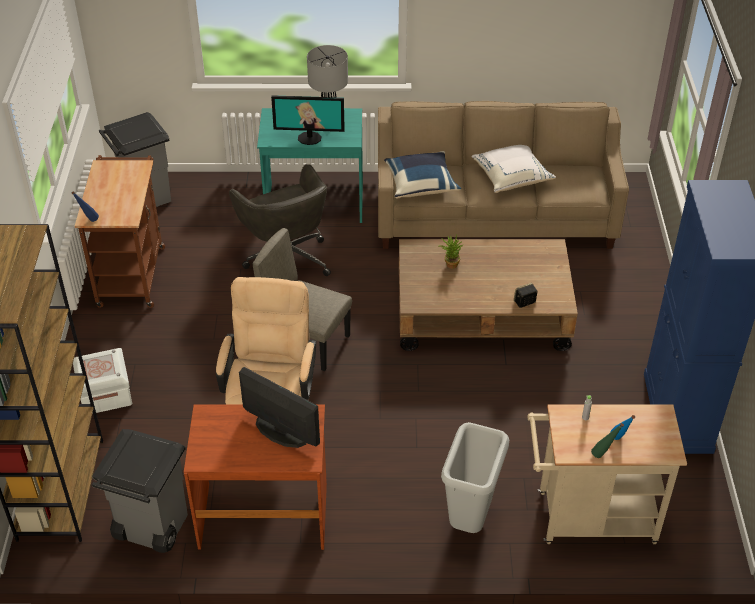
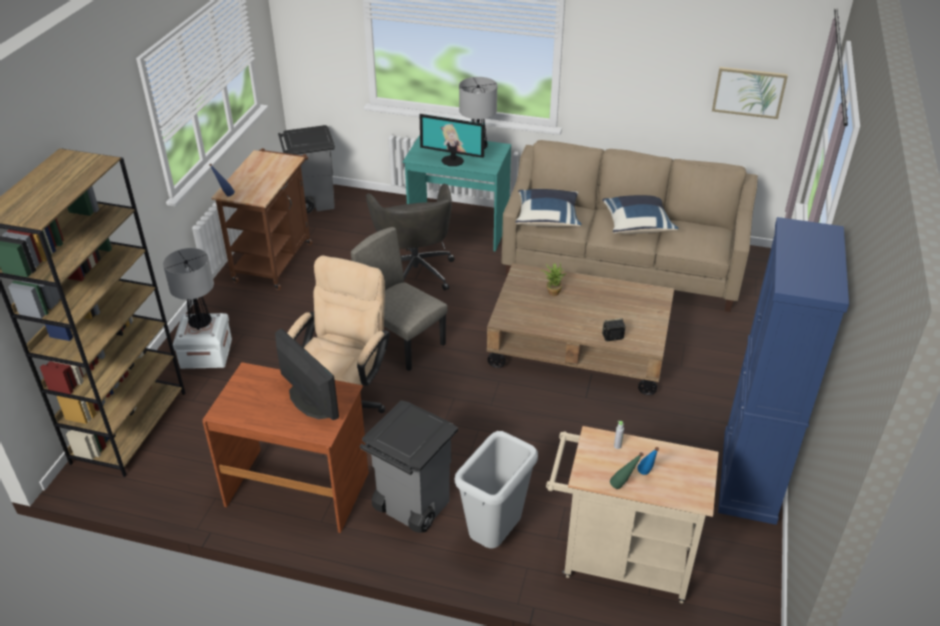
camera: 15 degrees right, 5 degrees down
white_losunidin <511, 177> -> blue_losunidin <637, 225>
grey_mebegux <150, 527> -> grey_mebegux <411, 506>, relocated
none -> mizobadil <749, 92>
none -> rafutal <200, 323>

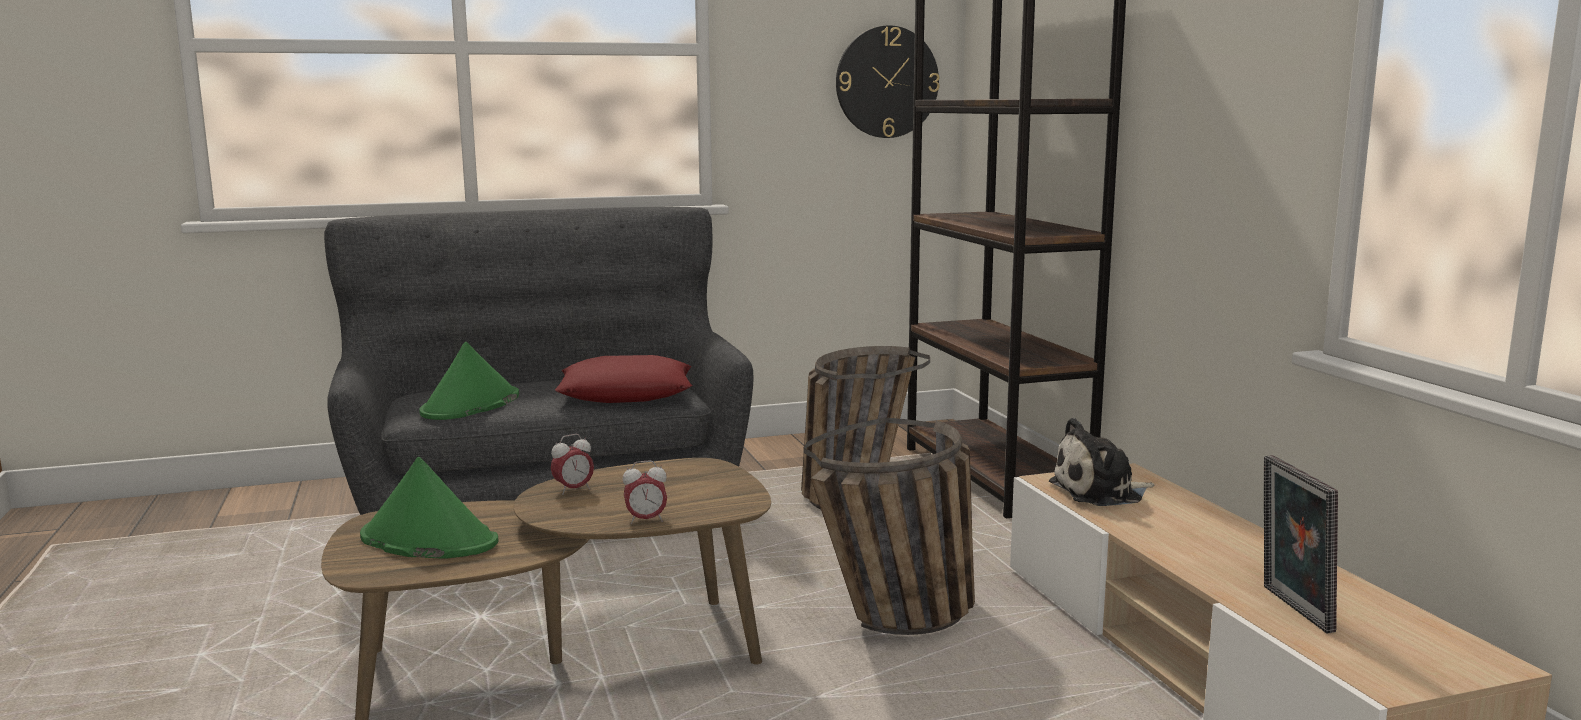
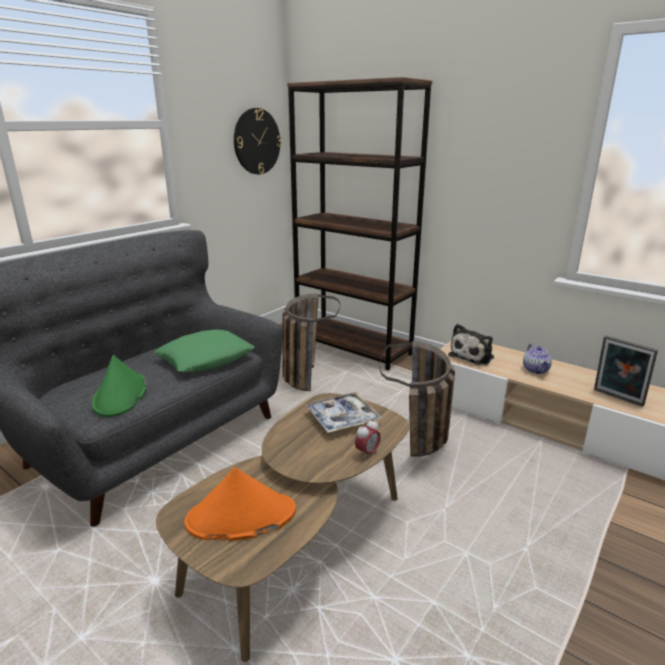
camera: 35 degrees left, 10 degrees up
red_losunidin <626, 393> -> green_losunidin <206, 358>
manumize <573, 490> -> none
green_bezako <428, 540> -> orange_bezako <240, 517>
none -> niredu <536, 370>
none -> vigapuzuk <342, 418>

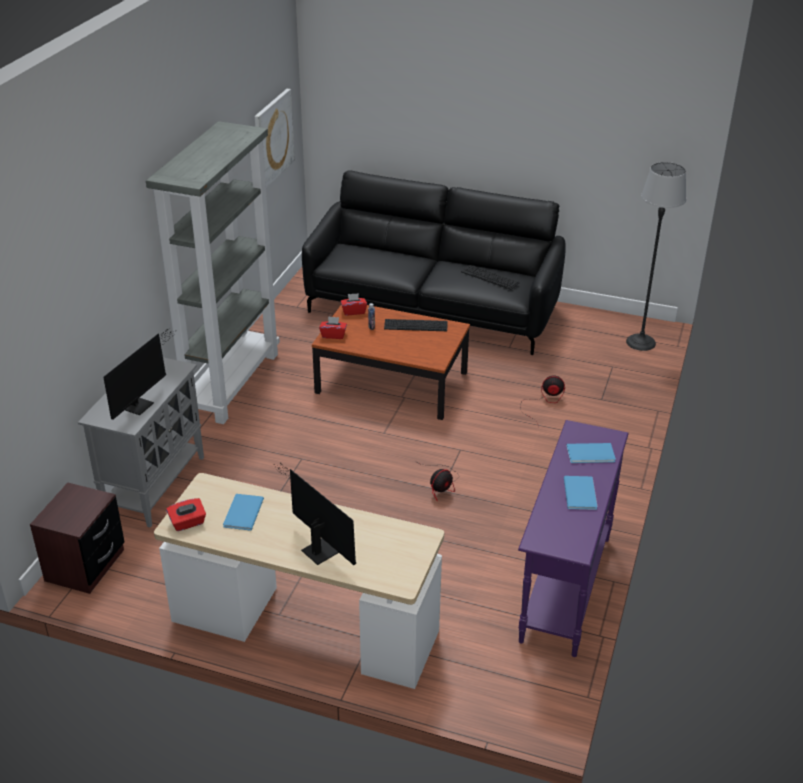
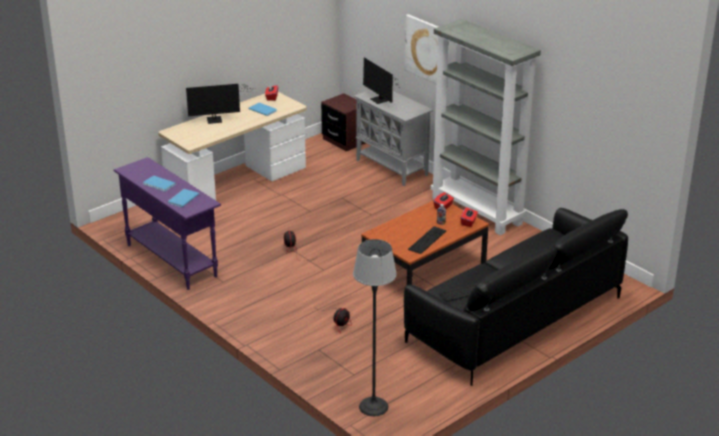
camera: 120 degrees right, 5 degrees down
mizobadil <273, 138> -> mizobadil <428, 50>, relocated

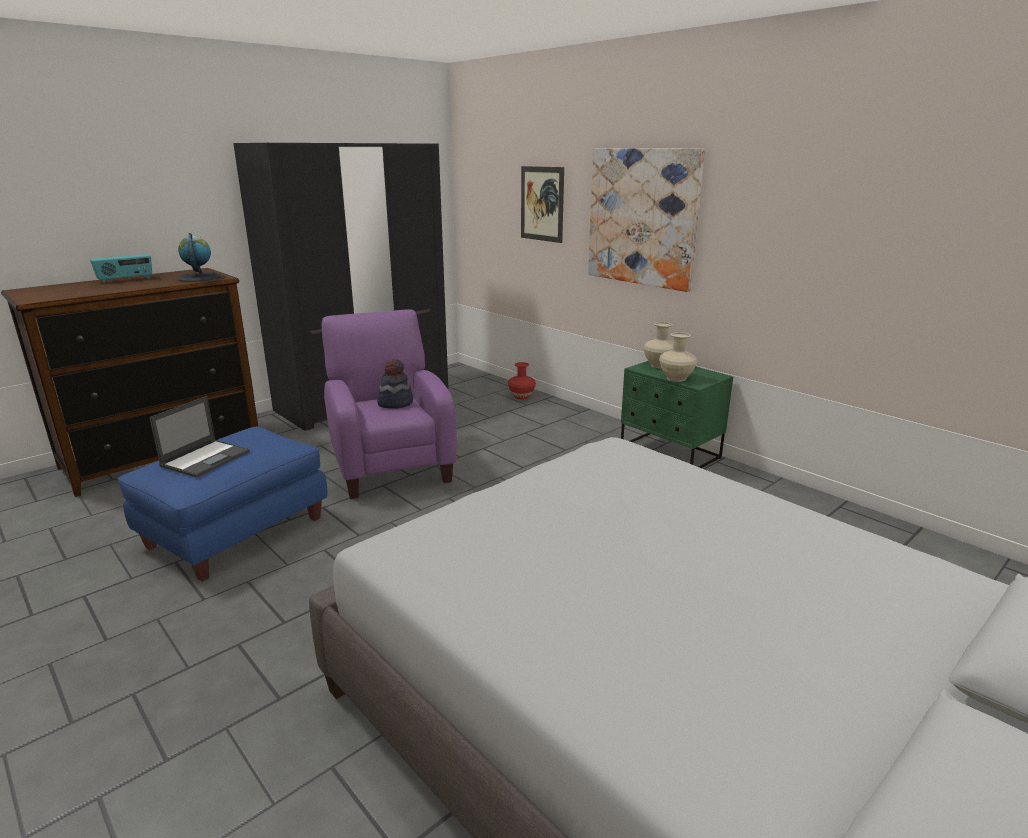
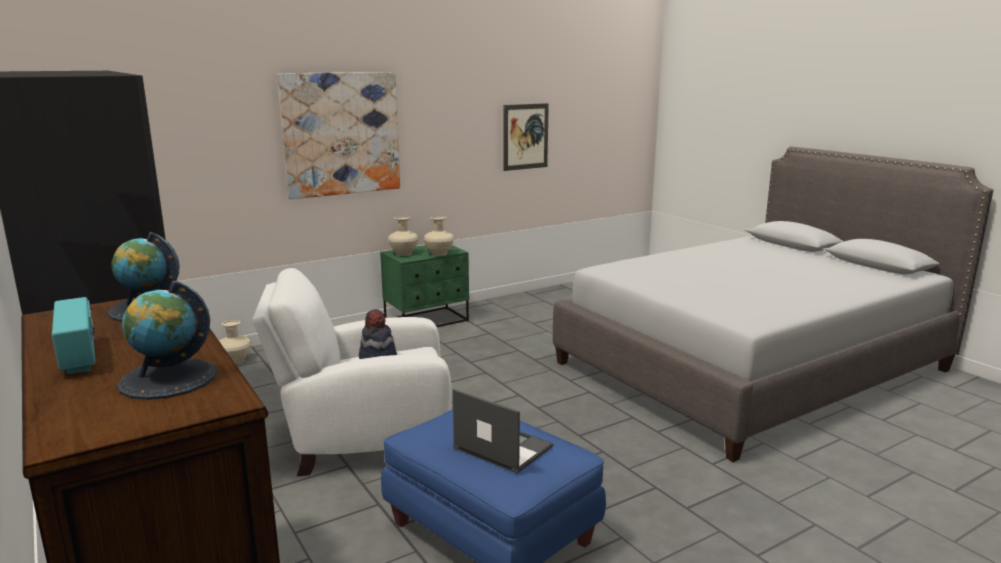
camera: 80 degrees left, 5 degrees down
mizobadil <542, 204> -> mizobadil <525, 136>, relocated
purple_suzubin <390, 463> -> white_suzubin <363, 439>
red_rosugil <522, 396> -> beige_rosugil <235, 361>
none -> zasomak <168, 379>

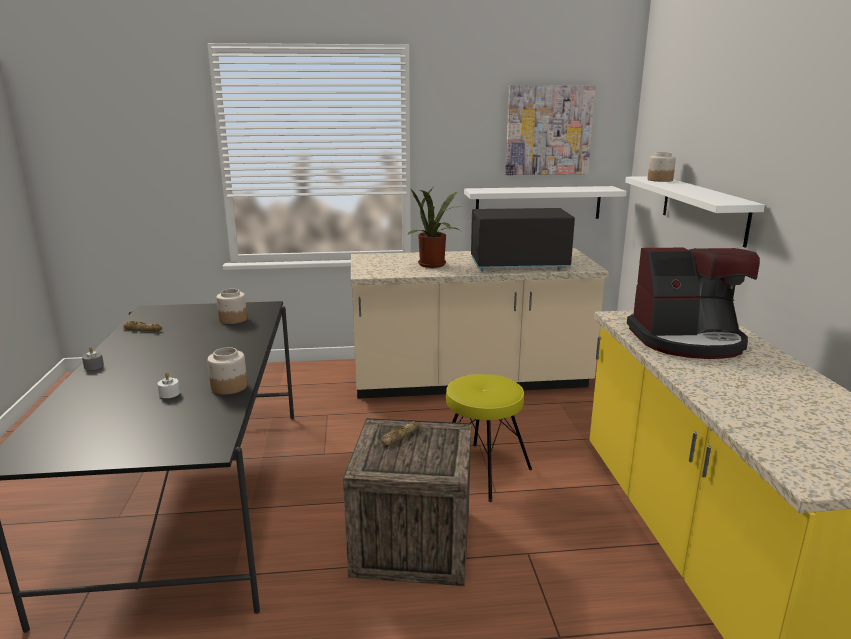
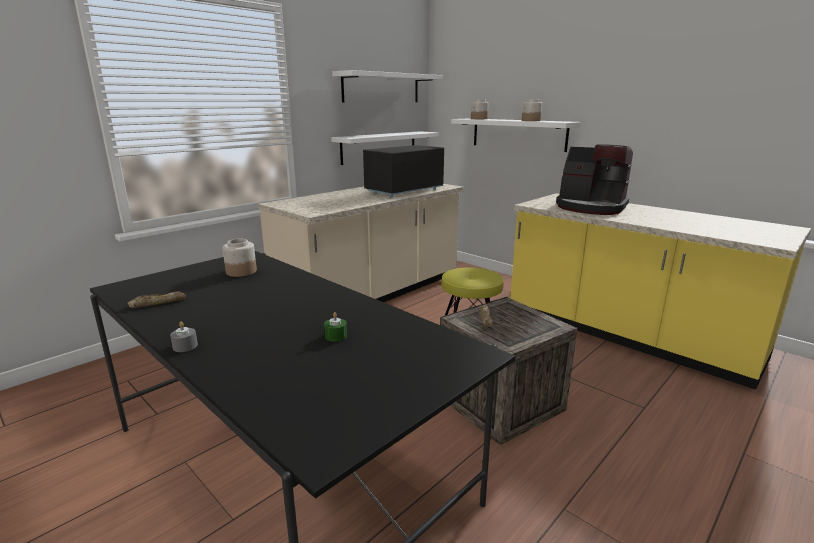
camera: 40 degrees left, 0 degrees up
mizobadil <548, 130> -> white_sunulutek <381, 88>
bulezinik <434, 265> -> none
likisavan <687, 340> -> likisavan <590, 207>, 75 degrees clockwise
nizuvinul <228, 387> -> nizuvinul <530, 120>, relocated
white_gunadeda <169, 393> -> green_gunadeda <336, 336>

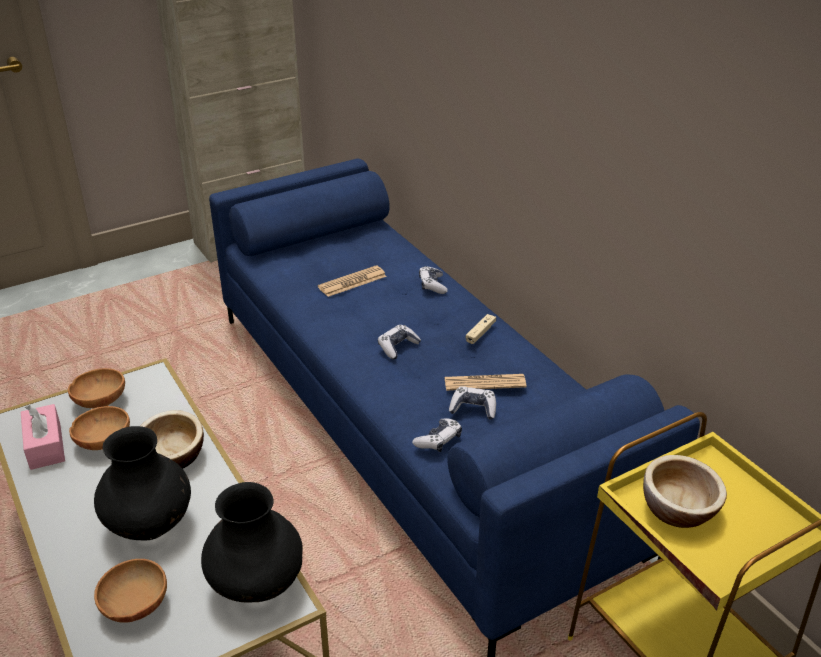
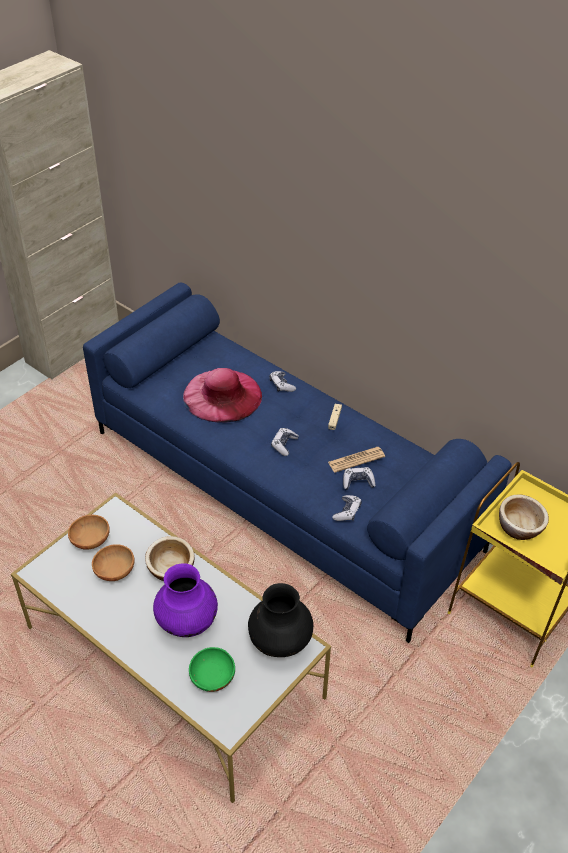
camera: 20 degrees left, 10 degrees up
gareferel <352, 282> -> pink_bezako <222, 395>
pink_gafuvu <45, 446> -> none
black_rosugil <150, 525> -> purple_rosugil <187, 622>
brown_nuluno <134, 606> -> green_nuluno <211, 678>

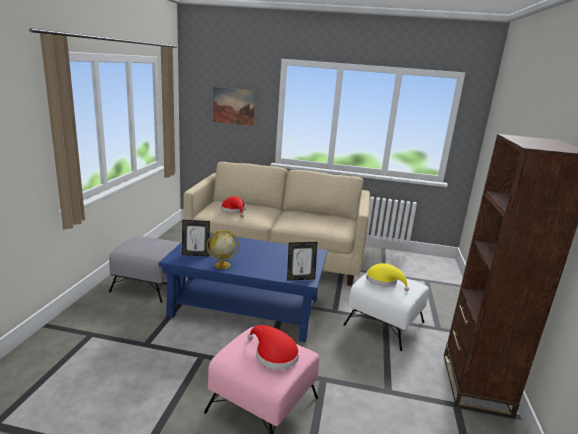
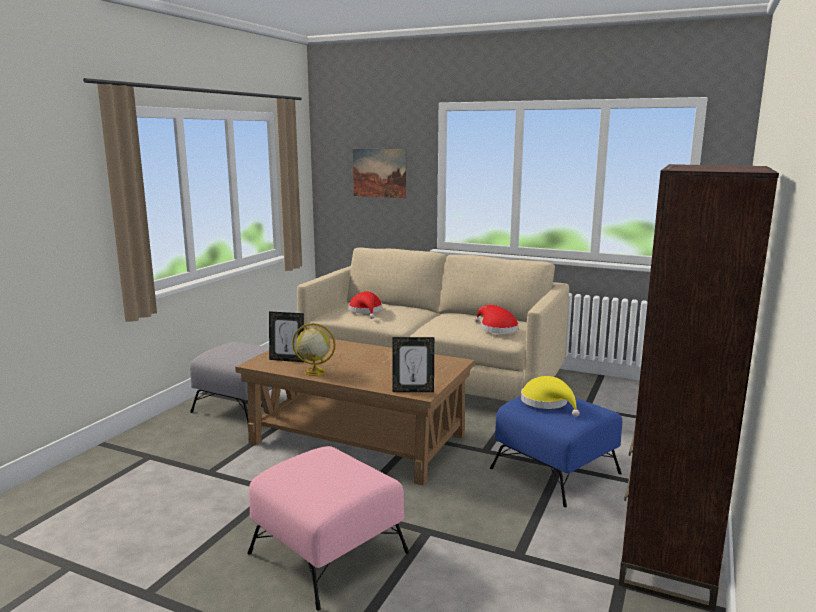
camera: 15 degrees right, 5 degrees down
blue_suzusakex <246, 307> -> brown_suzusakex <359, 439>
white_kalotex <384, 324> -> blue_kalotex <555, 471>
red_bezako <273, 354> -> red_bezako <496, 329>, relocated

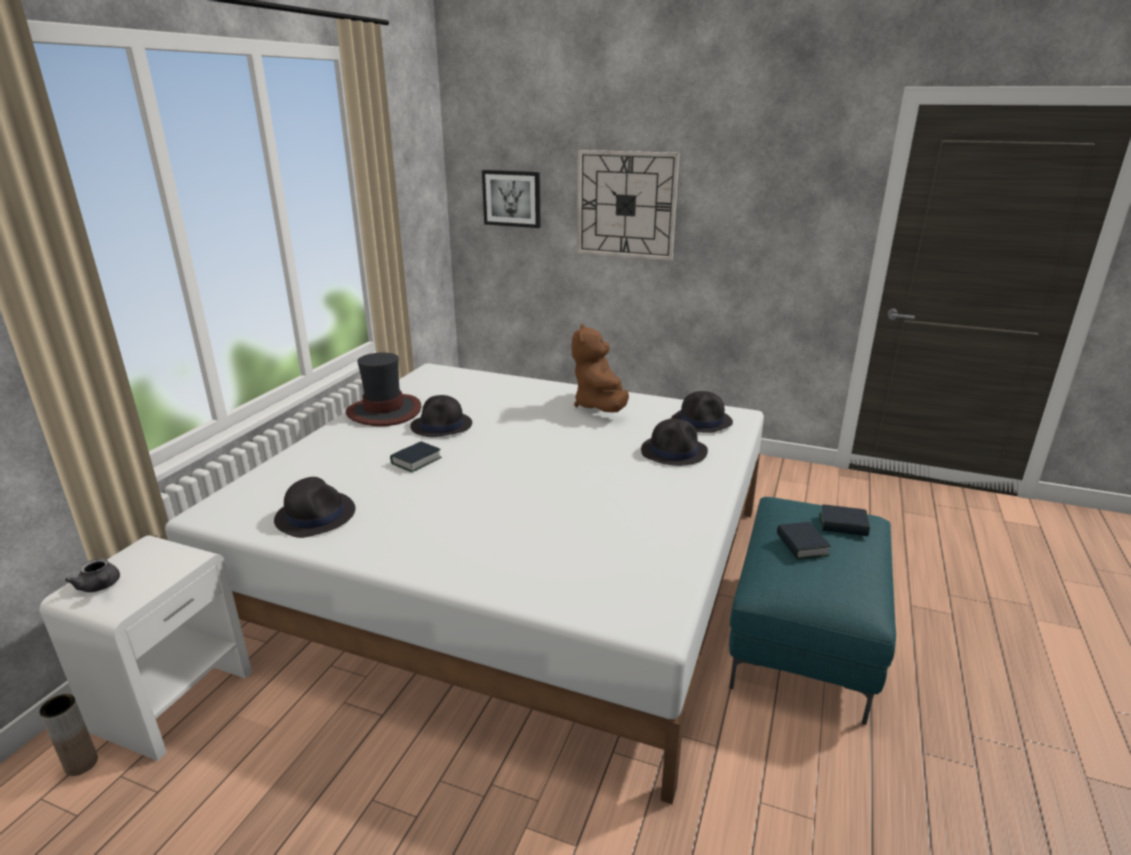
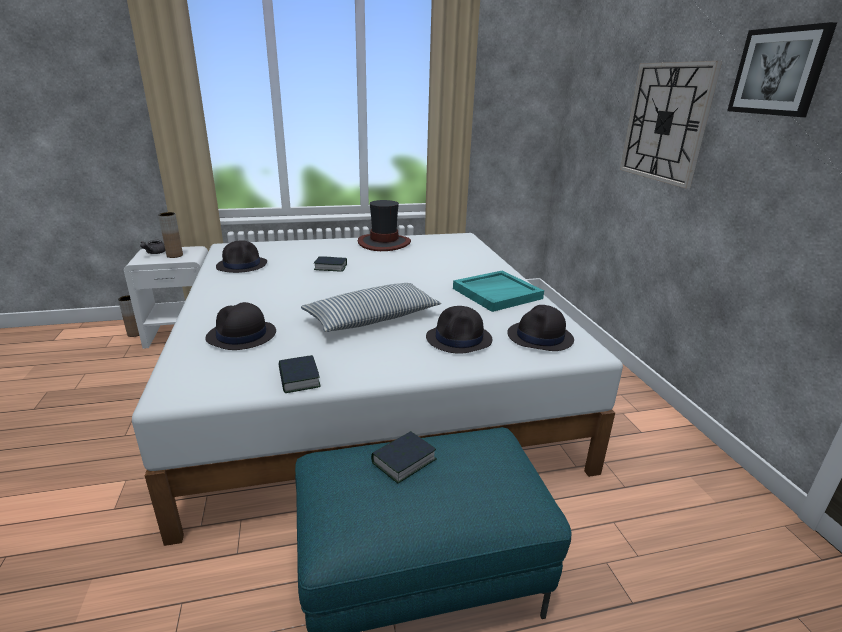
camera: 55 degrees right, 0 degrees up
mizobadil <512, 198> -> mizobadil <779, 71>, relocated
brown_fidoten <600, 406> -> turquoise_vigapuzuk <497, 293>
black_bezako <442, 426> -> black_bezako <241, 336>, relocated
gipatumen <843, 525> -> gipatumen <299, 379>, relocated
none -> brown_rosugil <175, 255>
none -> losunidin <372, 318>

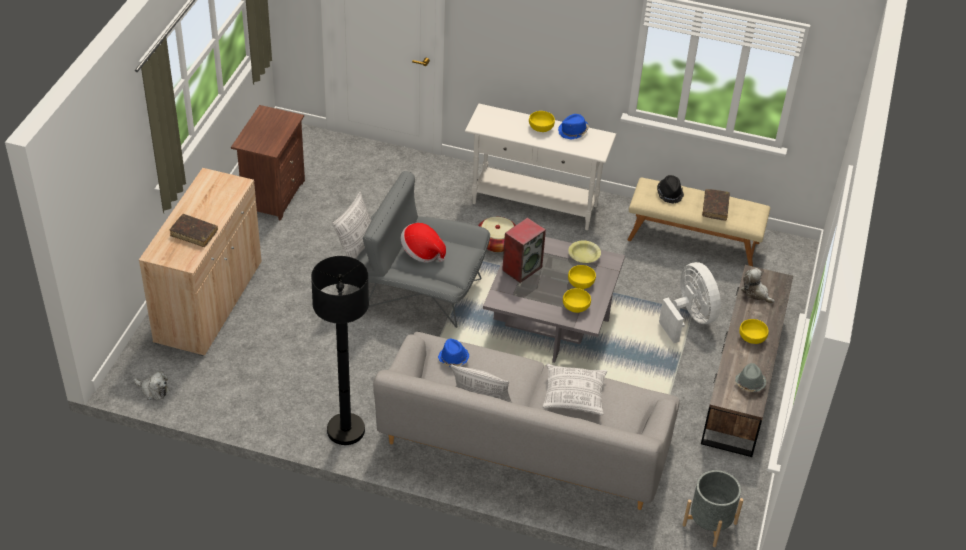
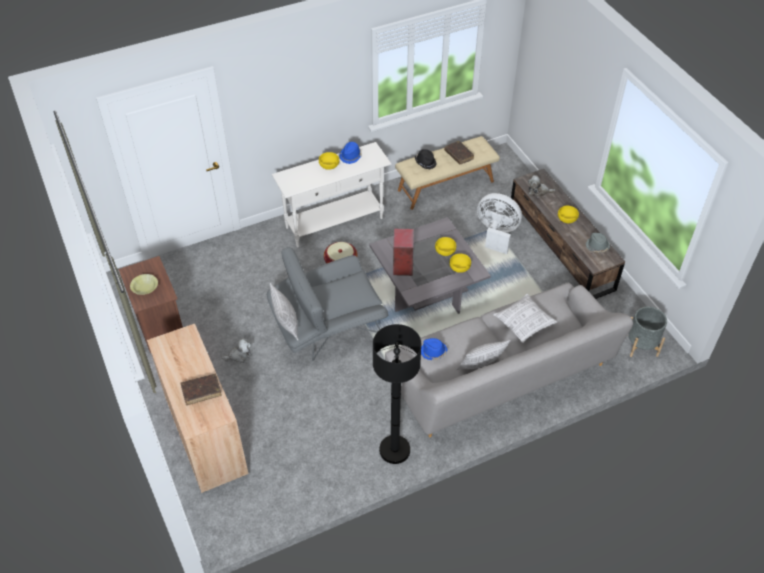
camera: 40 degrees left, 5 degrees up
bezako <422, 252> -> none
yellow_nuluno <584, 256> -> yellow_nuluno <145, 287>, relocated
fidoten <153, 390> -> fidoten <239, 355>, relocated

